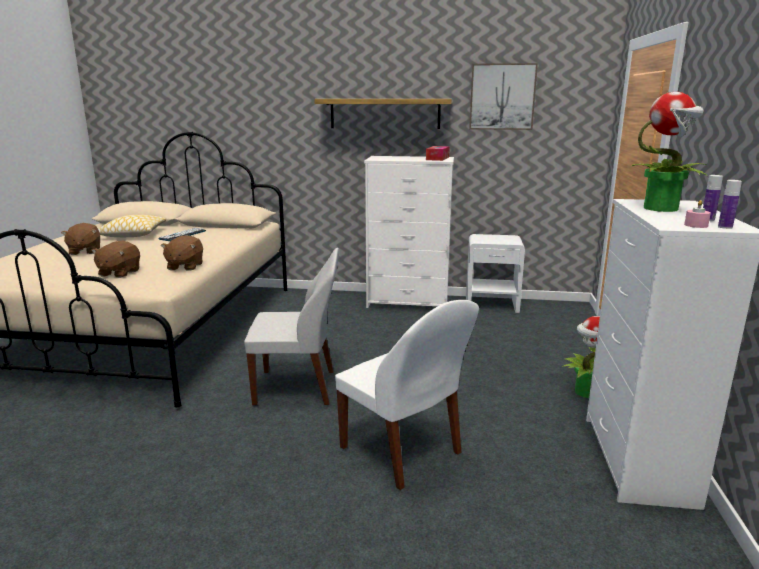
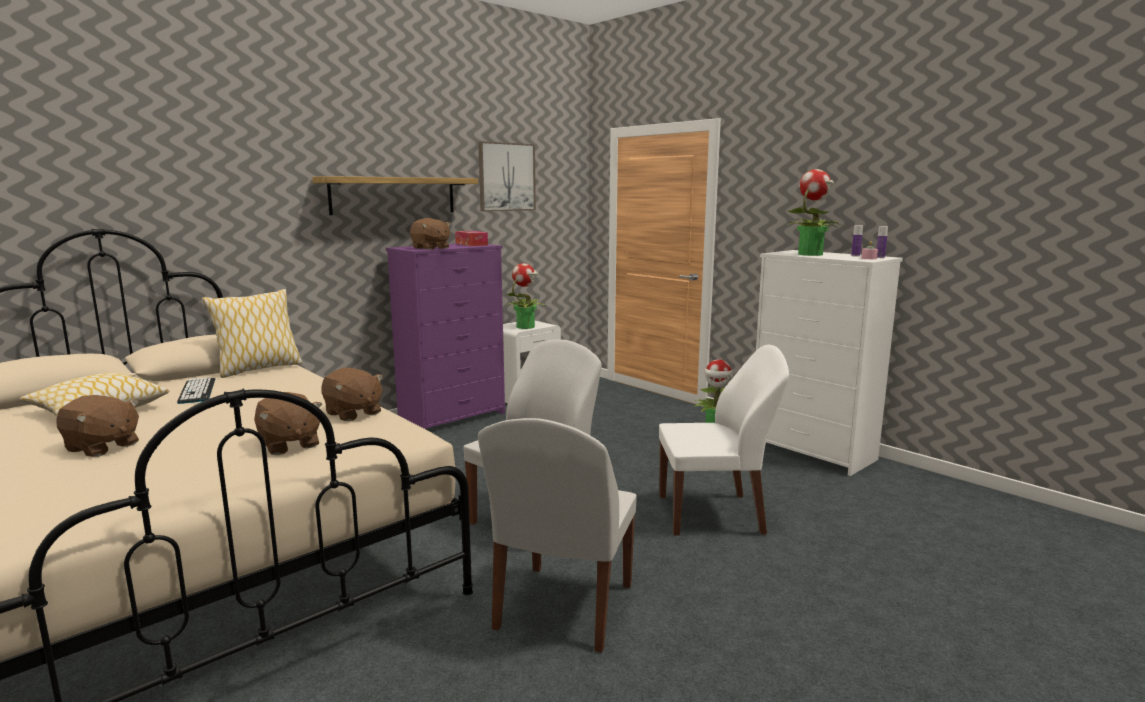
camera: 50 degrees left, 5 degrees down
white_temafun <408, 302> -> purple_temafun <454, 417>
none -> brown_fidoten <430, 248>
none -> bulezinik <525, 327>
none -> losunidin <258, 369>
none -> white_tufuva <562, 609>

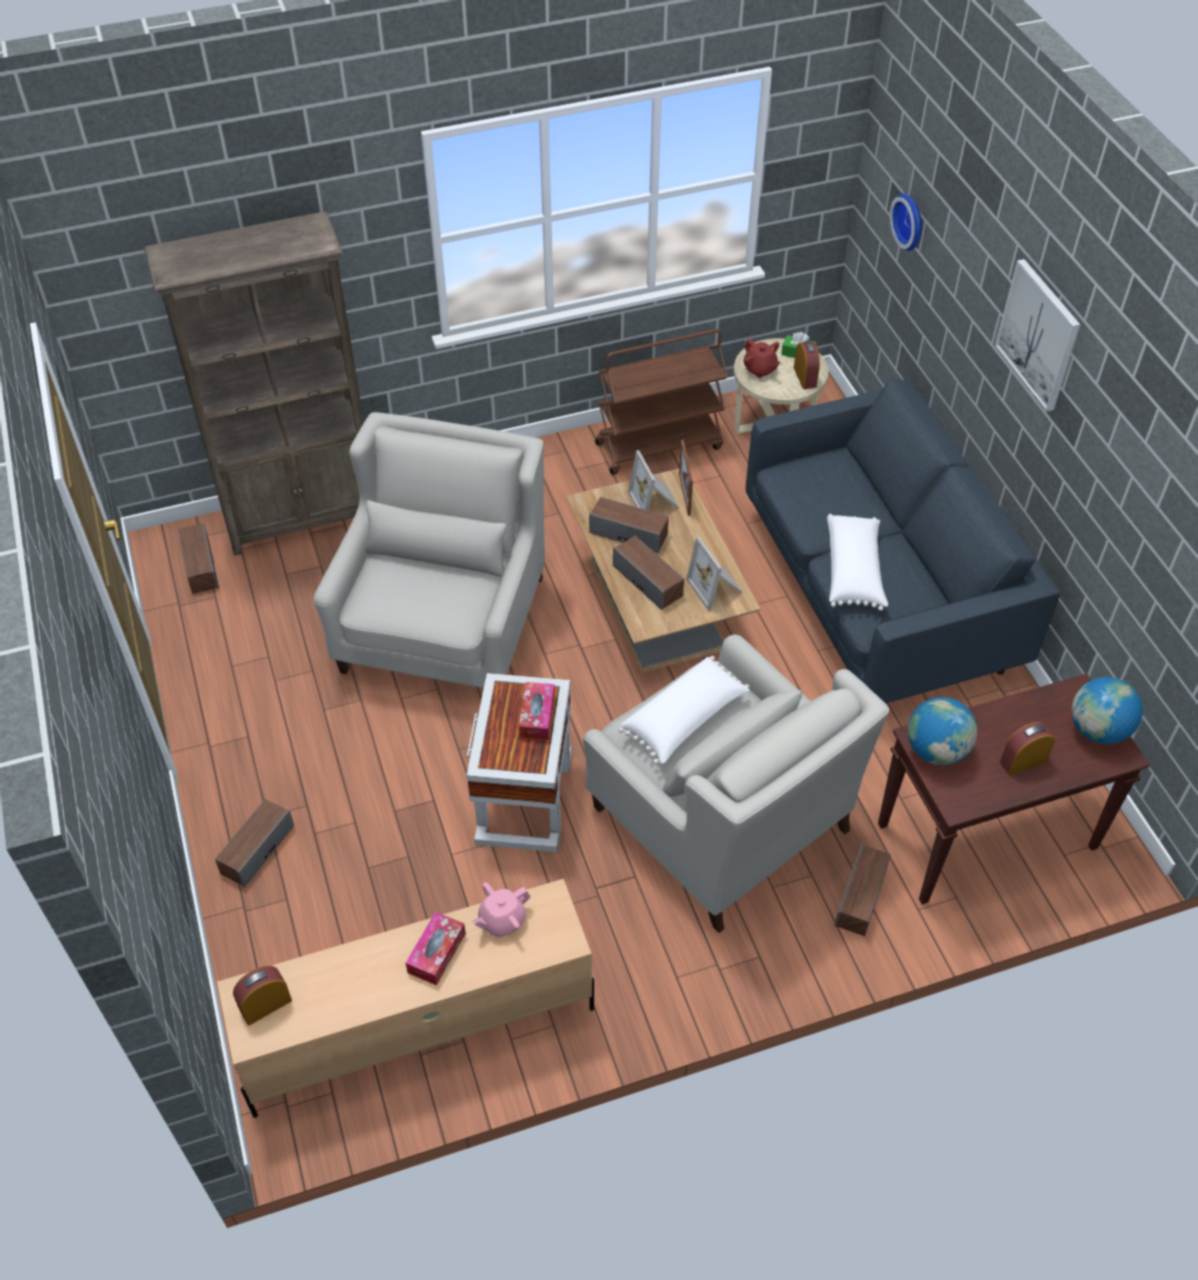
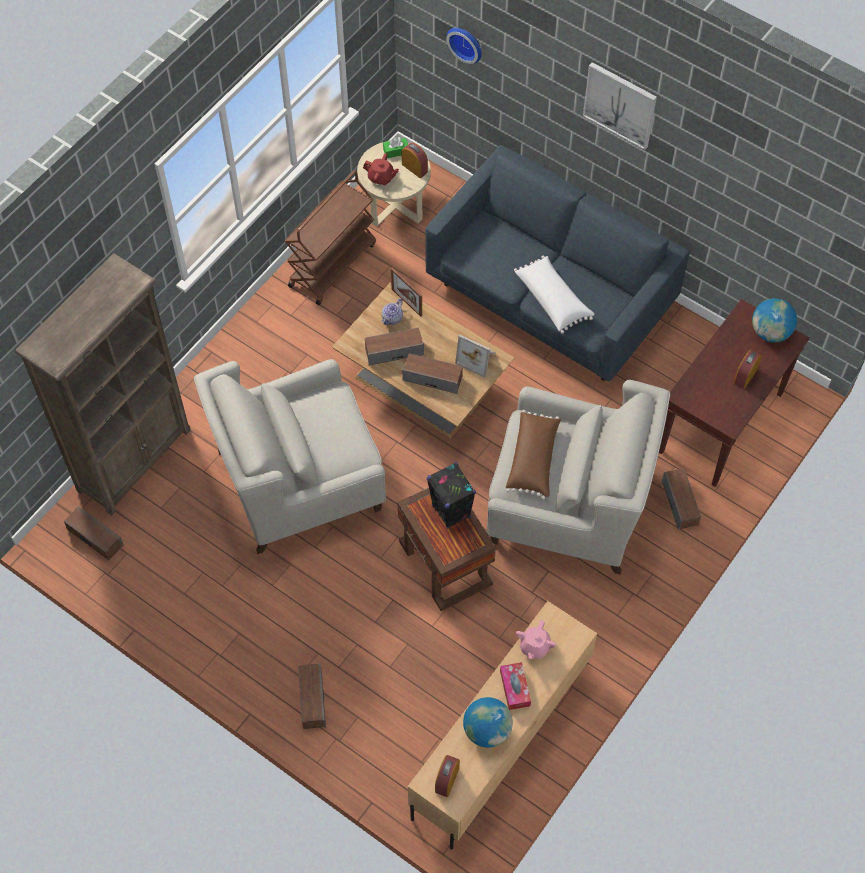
camera: 35 degrees left, 10 degrees up
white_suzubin <444, 625> -> white_suzubin <299, 480>, 90 degrees counterclockwise
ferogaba <655, 502> -> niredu <392, 318>
white_losunidin <685, 719> -> brown_losunidin <533, 459>
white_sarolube <524, 798> -> brown_sarolube <446, 564>
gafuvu <537, 716> -> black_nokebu <451, 511>
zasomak <936, 750> -> zasomak <487, 730>, relocated

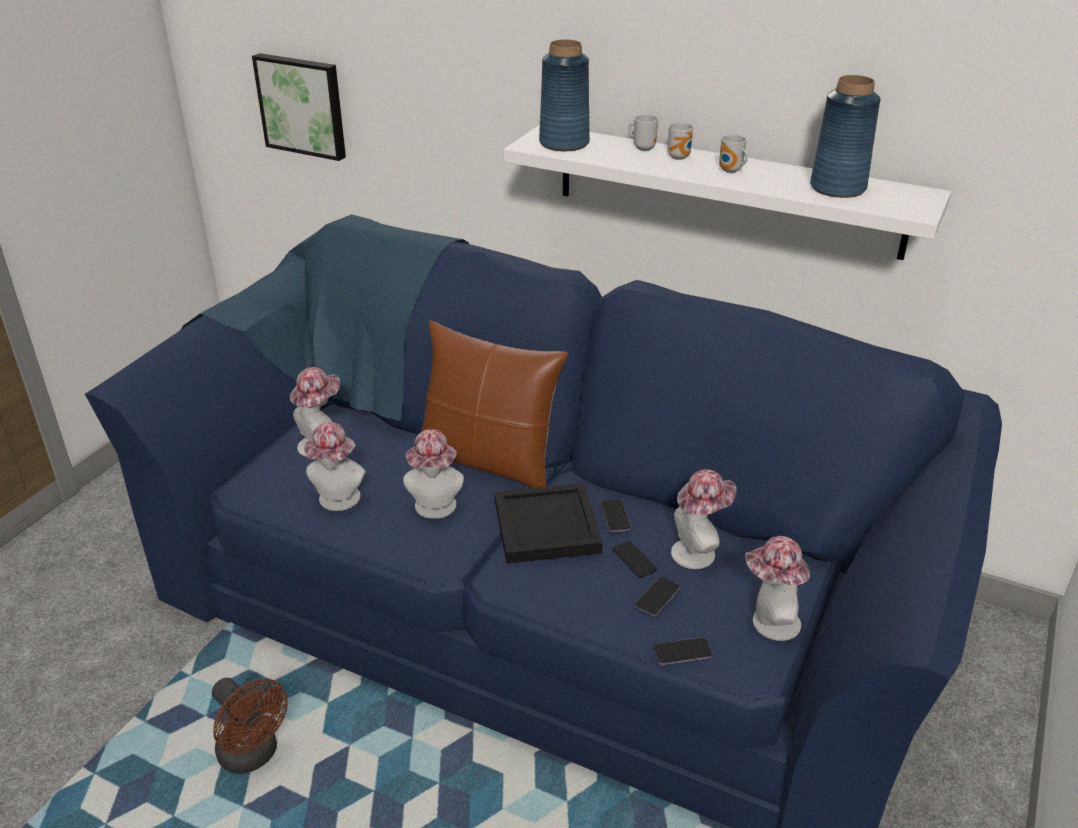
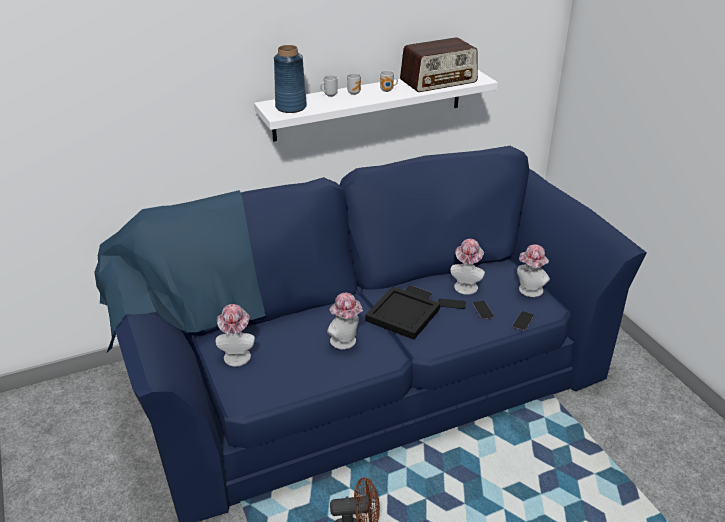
camera: 50 degrees left, 0 degrees up
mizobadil <303, 105> -> none
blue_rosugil <838, 188> -> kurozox <438, 81>
brown_losunidin <488, 461> -> none
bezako <338, 501> -> none

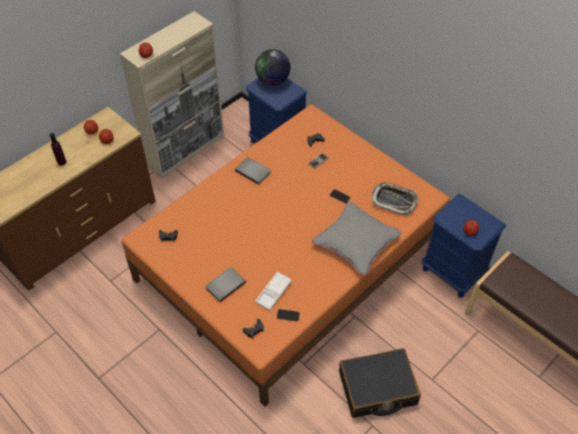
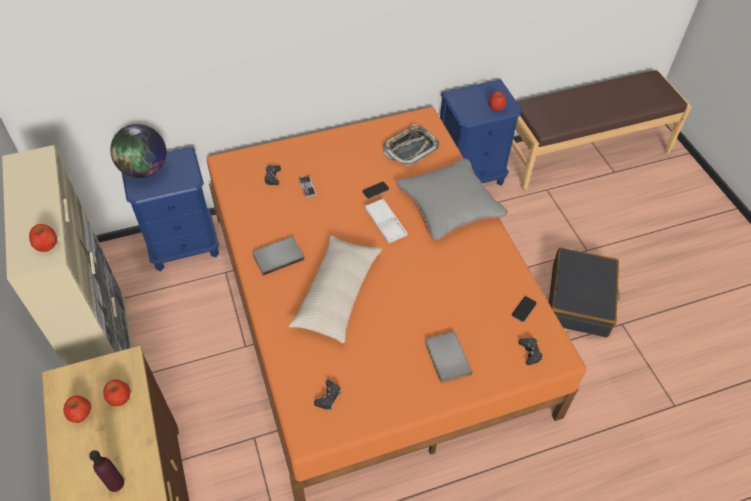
camera: 65 degrees left, 0 degrees up
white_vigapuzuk <273, 292> -> white_vigapuzuk <385, 223>, relocated
none -> beige_losunidin <337, 294>

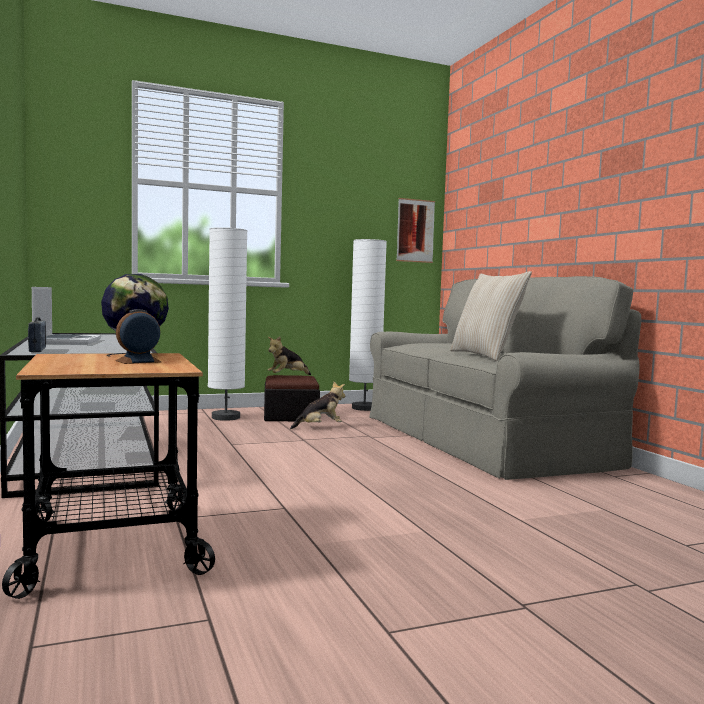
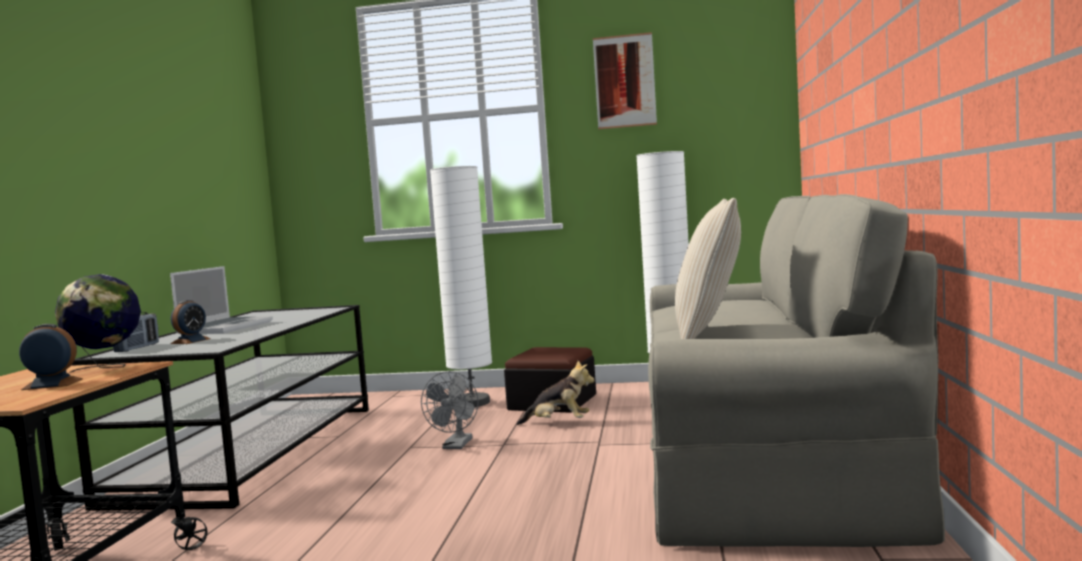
camera: 30 degrees right, 0 degrees up
mizobadil <415, 230> -> mizobadil <624, 81>, relocated
fidoten <287, 376> -> none
none -> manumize <190, 341>
none -> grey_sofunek <456, 446>

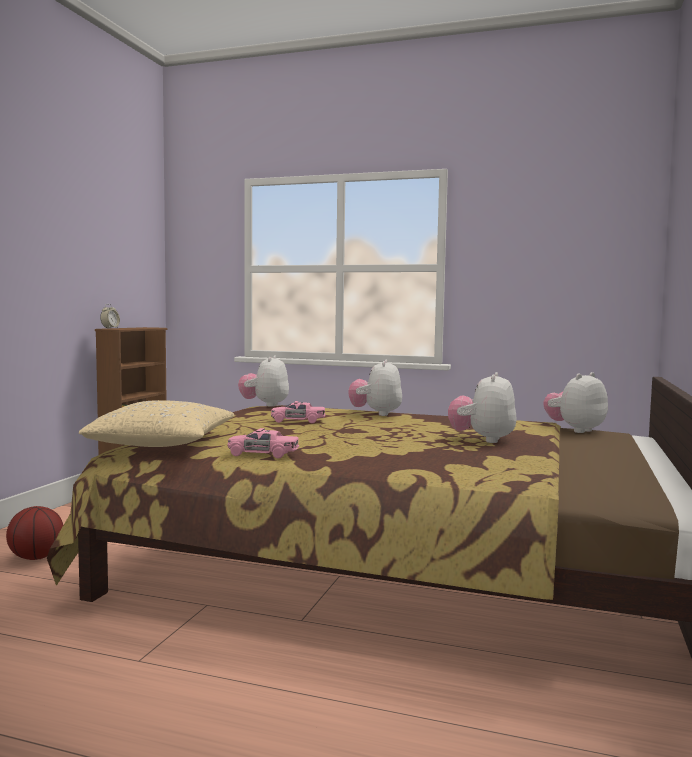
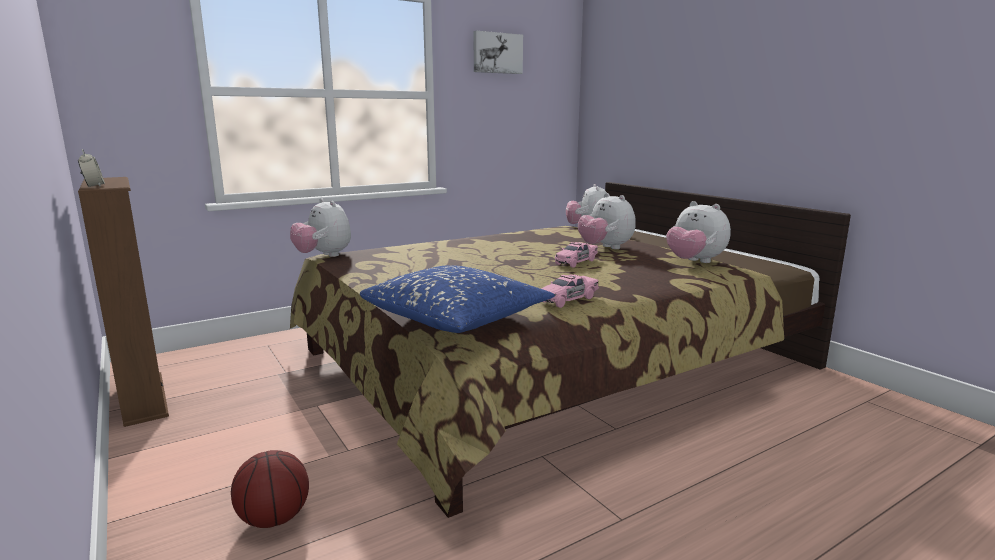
camera: 50 degrees left, 10 degrees up
fidoten <376, 414> -> fidoten <694, 262>, relocated
beige_losunidin <163, 444> -> blue_losunidin <457, 318>
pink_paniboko <298, 421> -> pink_paniboko <576, 262>, relocated
none -> mizobadil <497, 53>

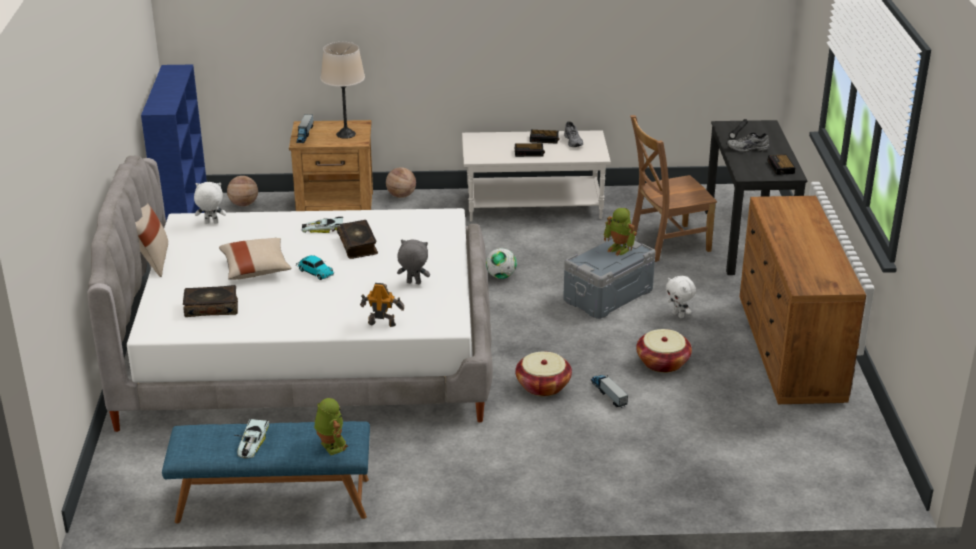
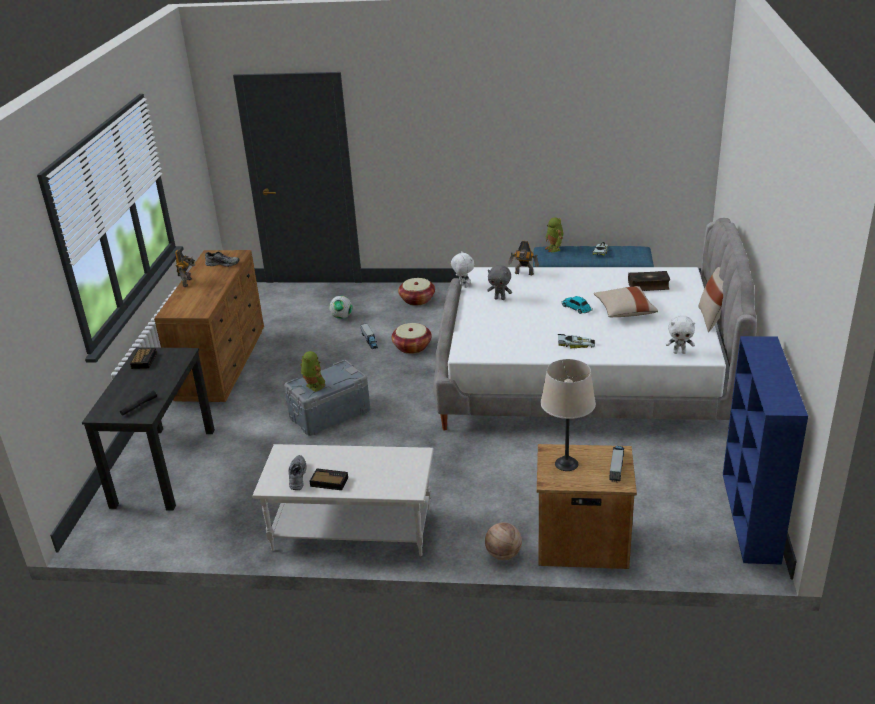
camera: 170 degrees left, 0 degrees up
brown_tufuva <666, 243> -> none
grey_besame <747, 149> -> grey_besame <223, 263>, relocated
manumize <529, 152> -> none
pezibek <244, 204> -> none
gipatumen <358, 245> -> none
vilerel <501, 276> -> vilerel <341, 317>, relocated
white_fidoten <678, 315> -> white_fidoten <463, 285>, relocated
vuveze <662, 362> -> vuveze <417, 300>, relocated
none -> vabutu <188, 282>

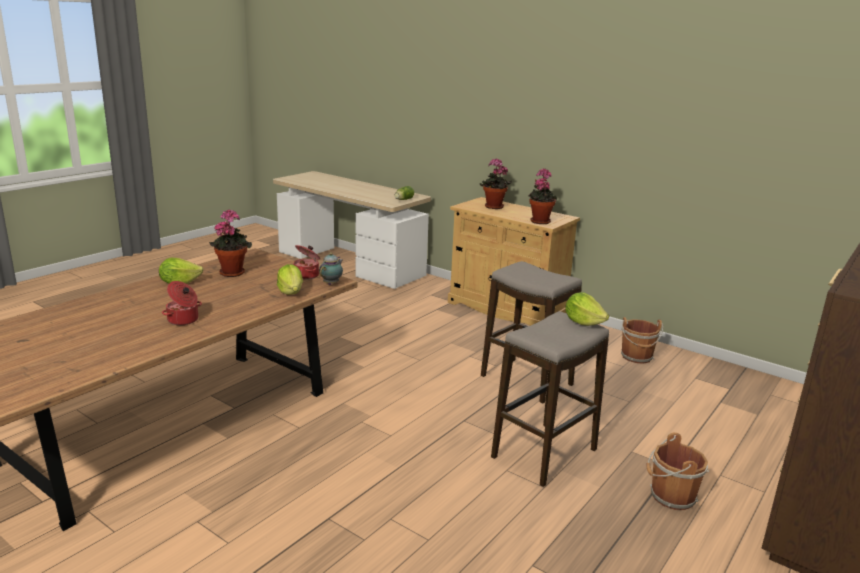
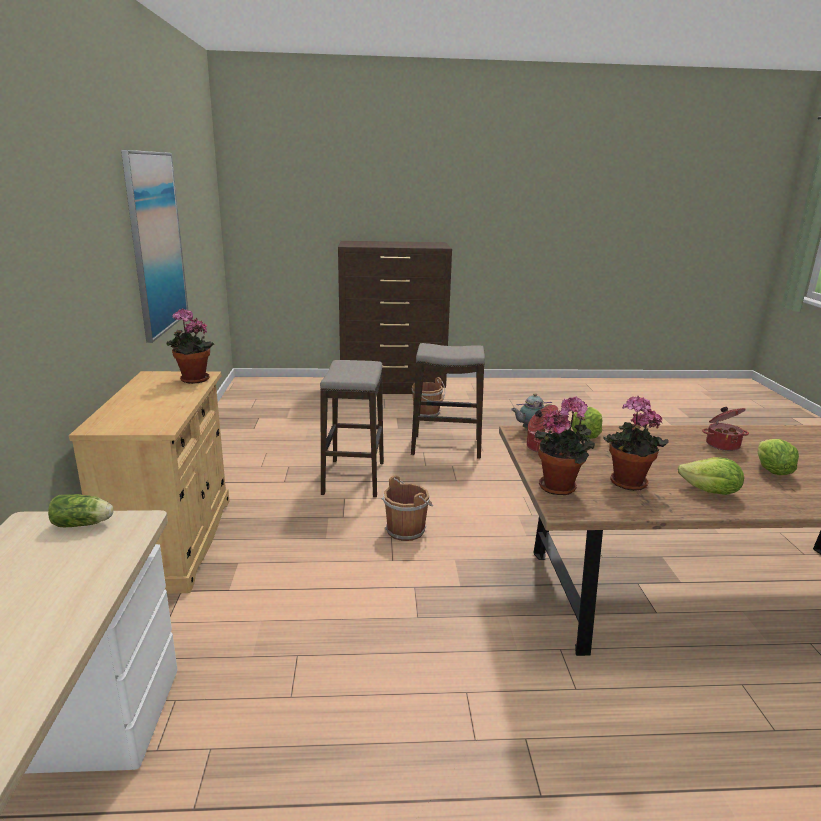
camera: 130 degrees left, 0 degrees up
bulezinik <493, 207> -> bulezinik <560, 487>, relocated
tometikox <583, 322> -> tometikox <771, 471>, relocated
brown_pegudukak <637, 357> -> brown_pegudukak <407, 530>, relocated
none -> mizobadil <156, 243>

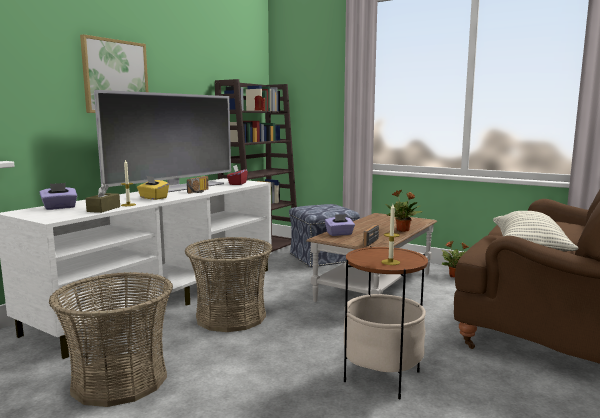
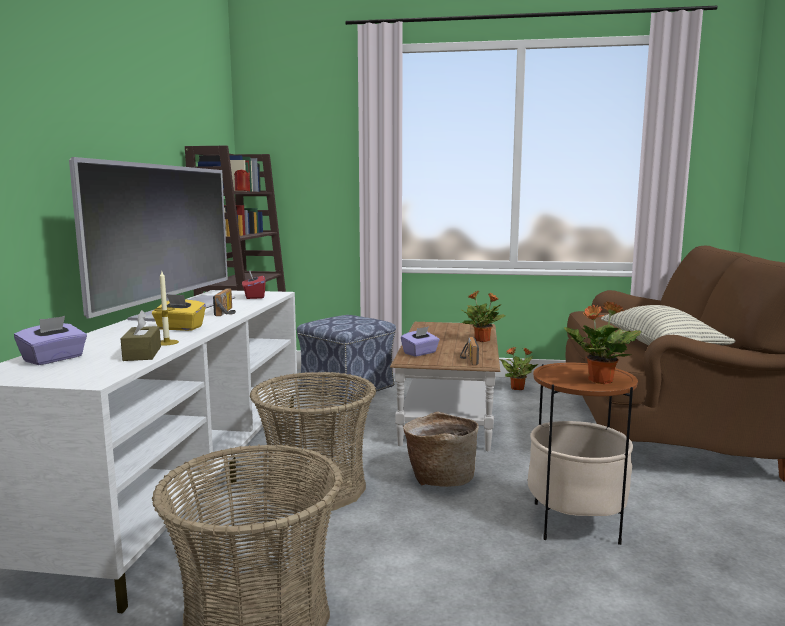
camera: 25 degrees left, 0 degrees up
mizobadil <115, 77> -> none
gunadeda <390, 262> -> bulezinik <599, 381>
none -> vuveze <440, 478>

